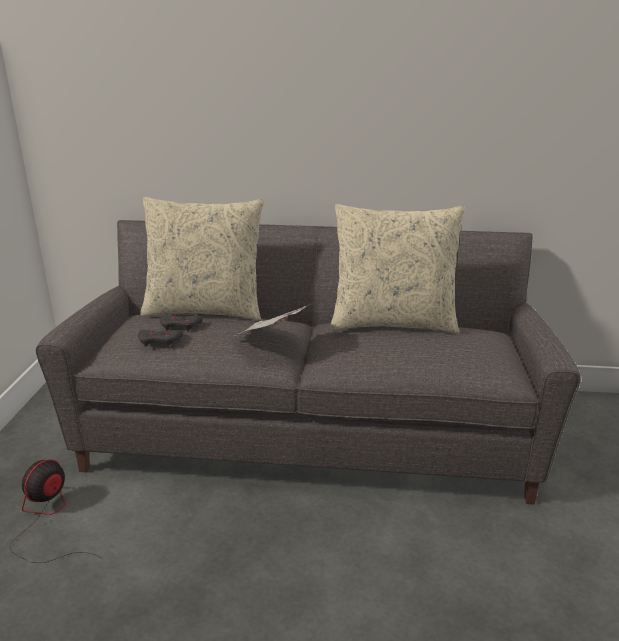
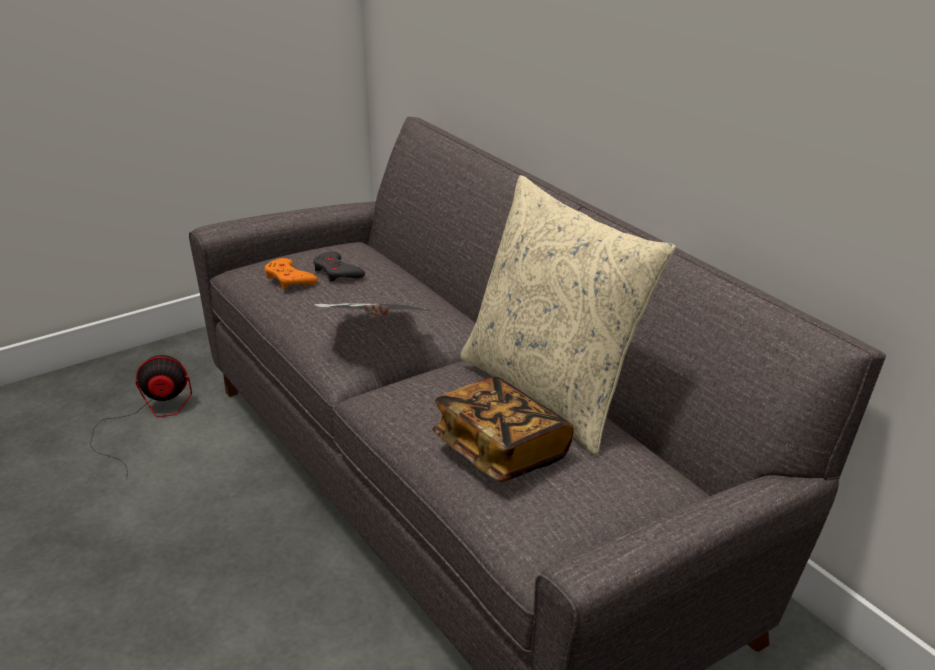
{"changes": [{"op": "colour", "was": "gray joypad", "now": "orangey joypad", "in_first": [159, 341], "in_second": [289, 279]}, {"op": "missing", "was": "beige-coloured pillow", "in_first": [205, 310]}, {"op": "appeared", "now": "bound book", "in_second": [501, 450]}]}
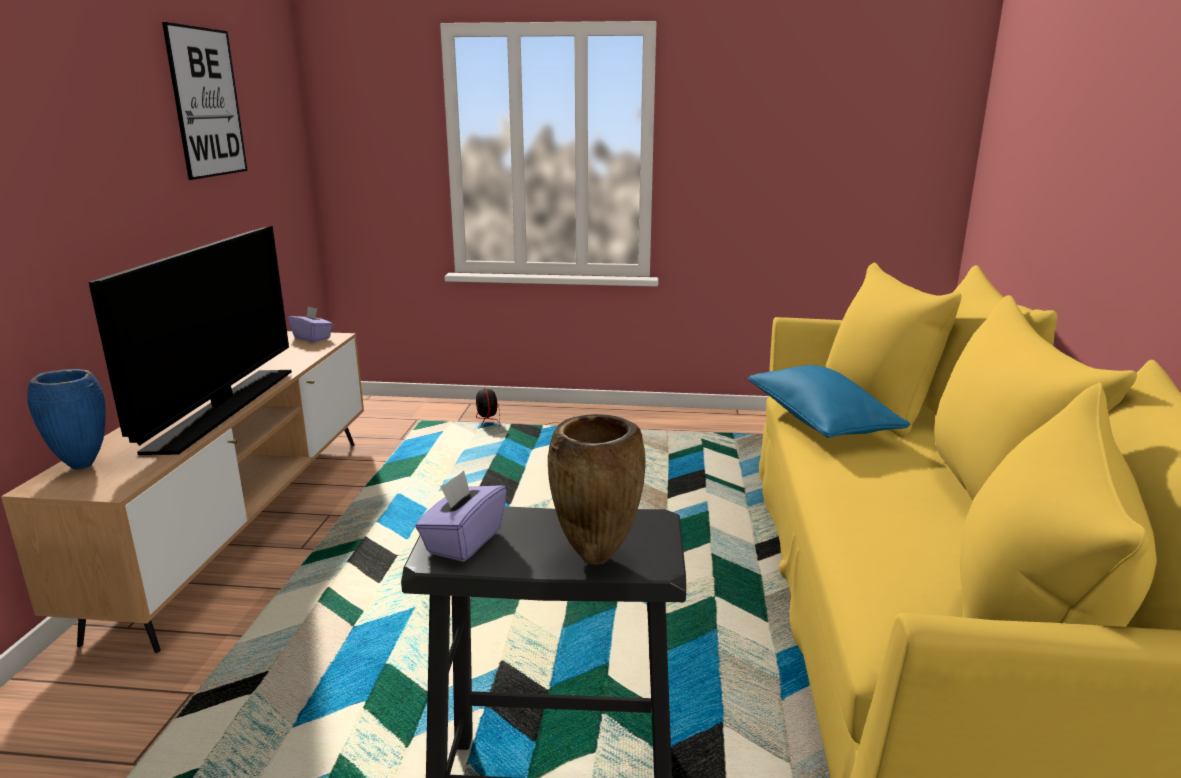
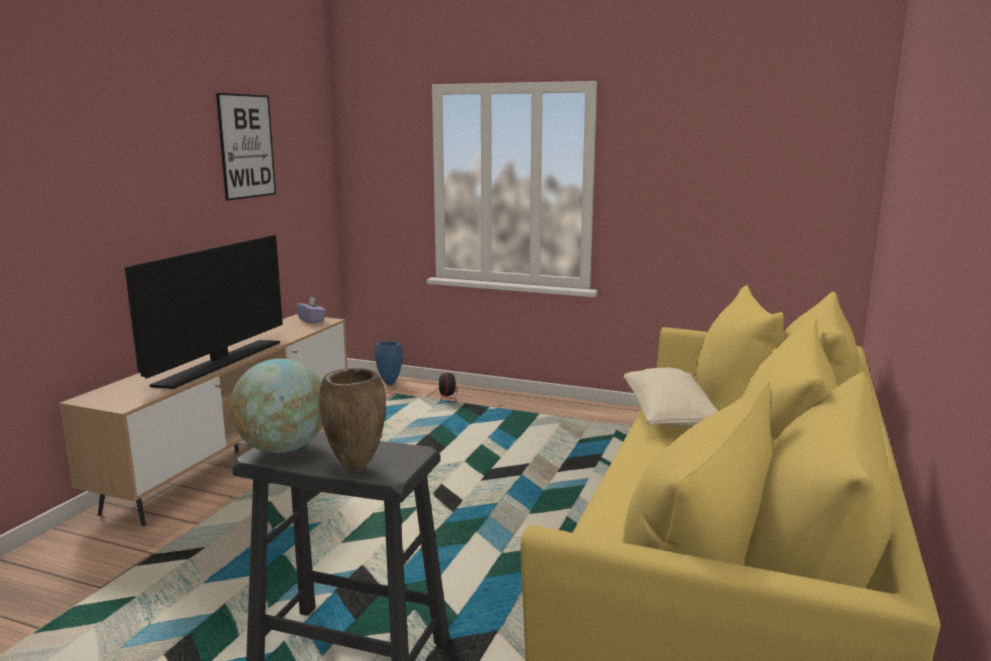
{"changes": [{"op": "relocated", "was": "bluish flower vase", "in_first": [84, 466], "in_second": [390, 383]}, {"op": "exchanged", "was": "purplish tissue holder", "now": "desk globe", "in_first": [463, 541], "in_second": [283, 449]}, {"op": "colour", "was": "bluish pillow", "now": "beige-coloured pillow", "in_first": [820, 422], "in_second": [669, 416]}]}
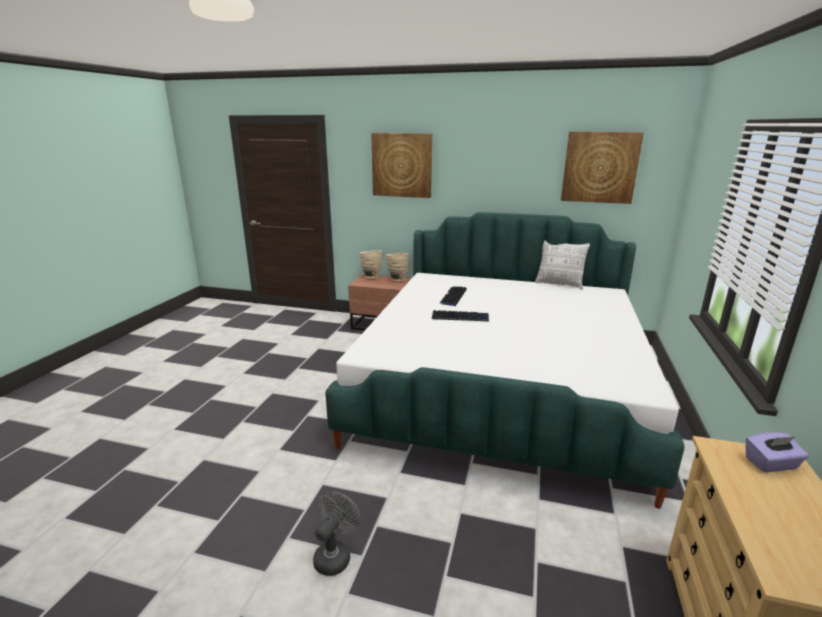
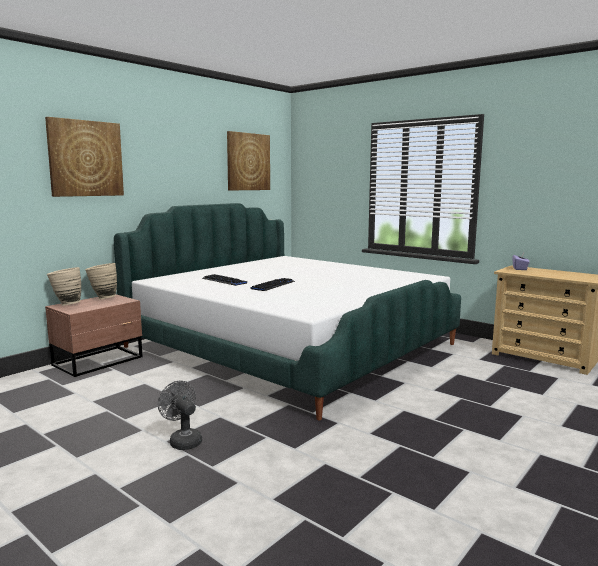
{"changes": [{"op": "relocated", "was": "gray electric fan", "in_first": [335, 555], "in_second": [183, 440]}, {"op": "missing", "was": "pillow", "in_first": [559, 284]}]}
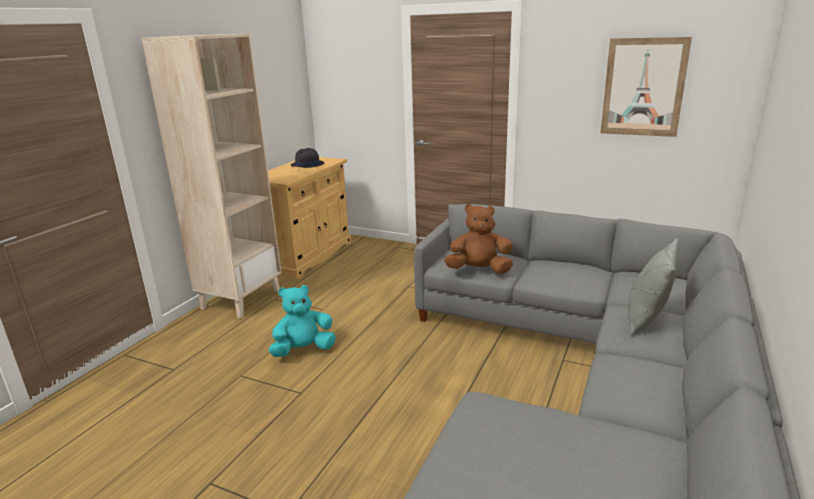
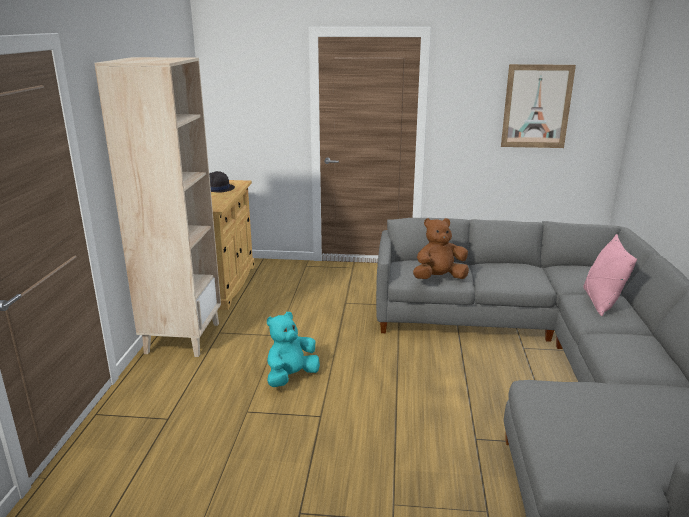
{"changes": [{"op": "colour", "was": "gray pillow", "now": "pink pillow", "in_first": [646, 319], "in_second": [600, 302]}]}
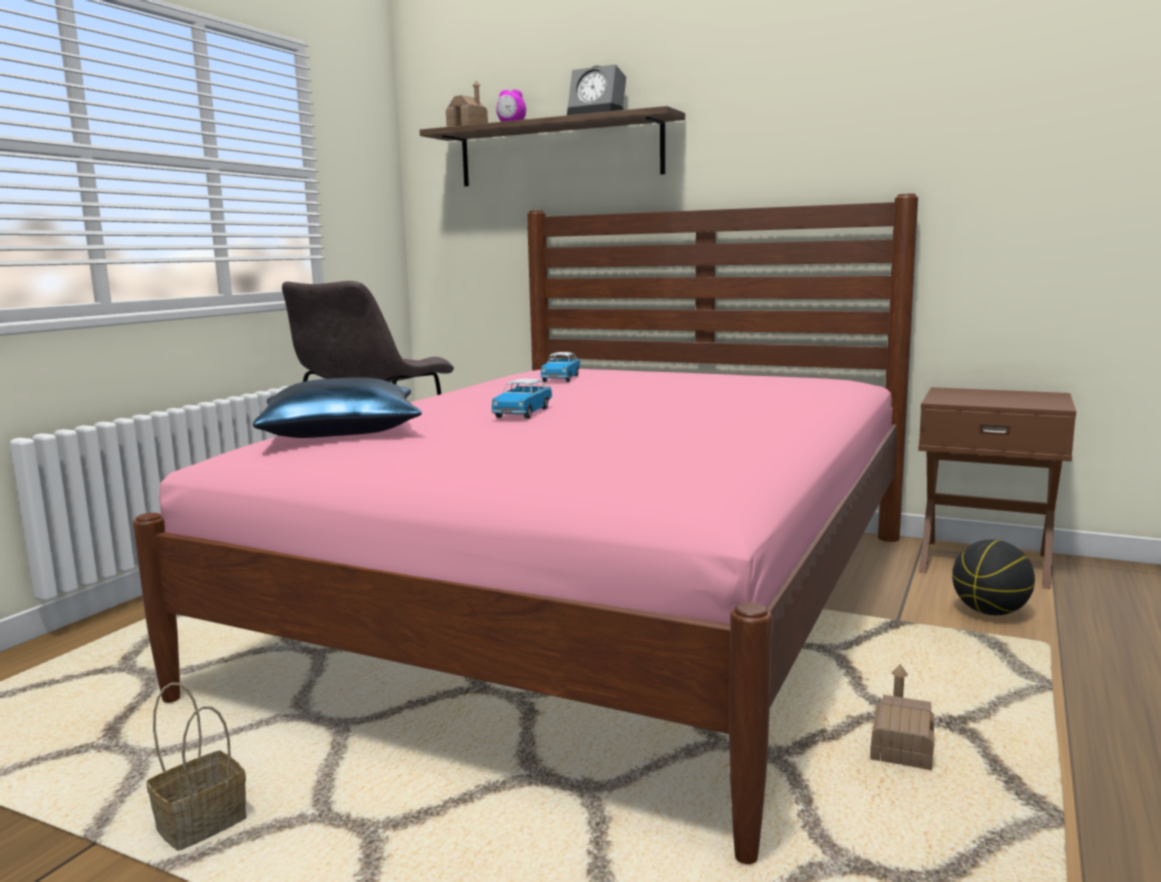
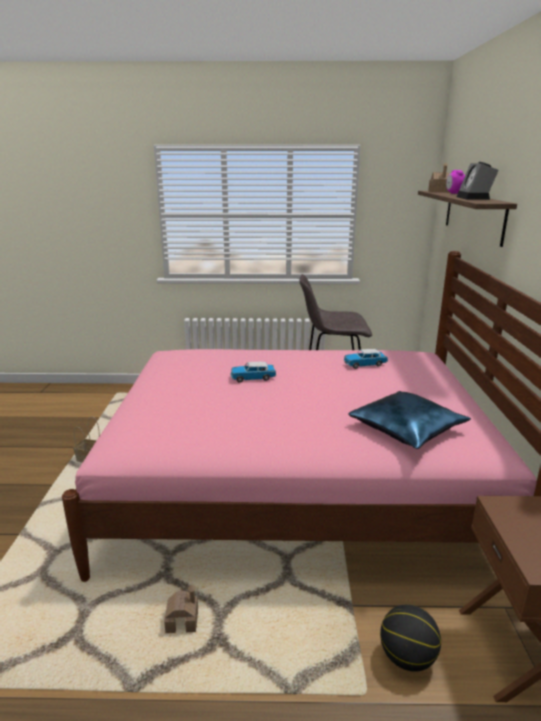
{"changes": [{"op": "relocated", "was": "bluish pillow", "in_first": [341, 430], "in_second": [407, 428]}]}
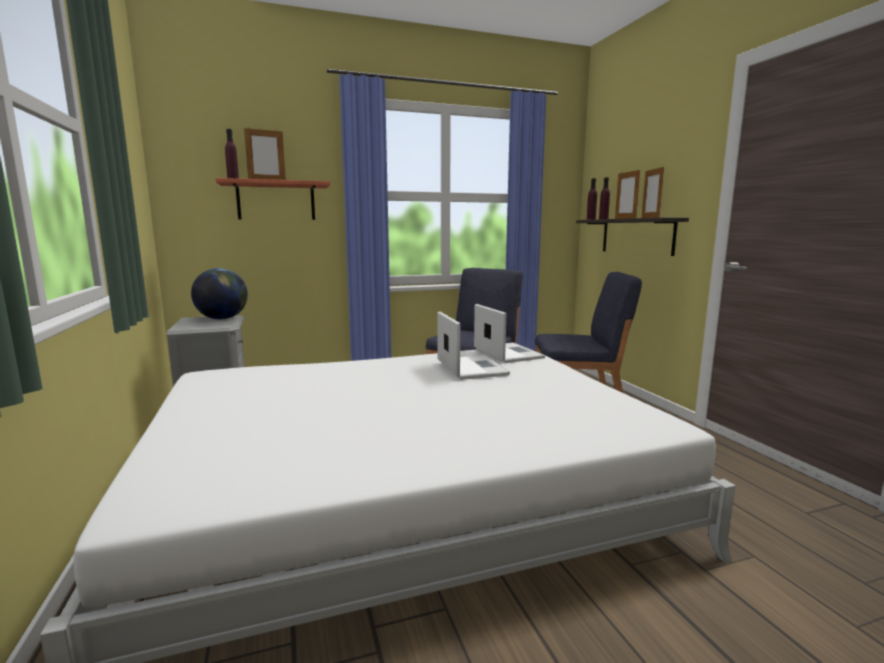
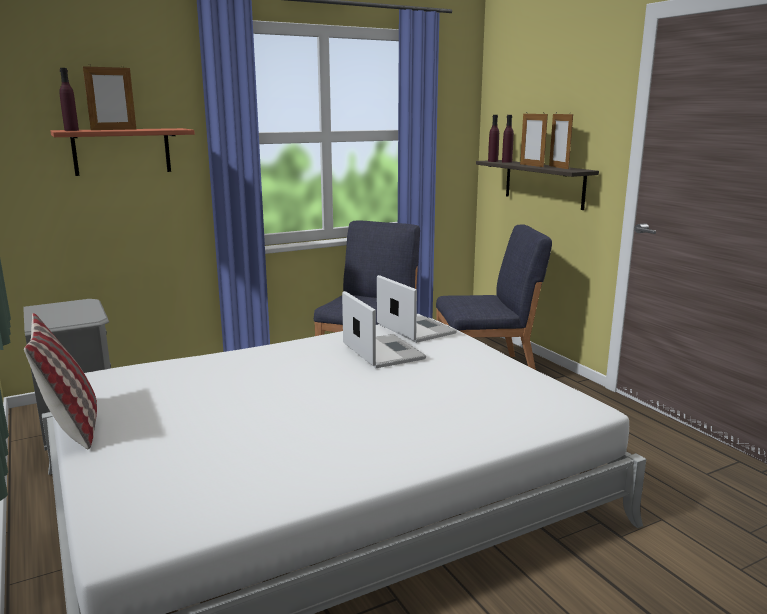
{"changes": [{"op": "missing", "was": "desk globe", "in_first": [222, 319]}, {"op": "appeared", "now": "pillow", "in_second": [71, 426]}]}
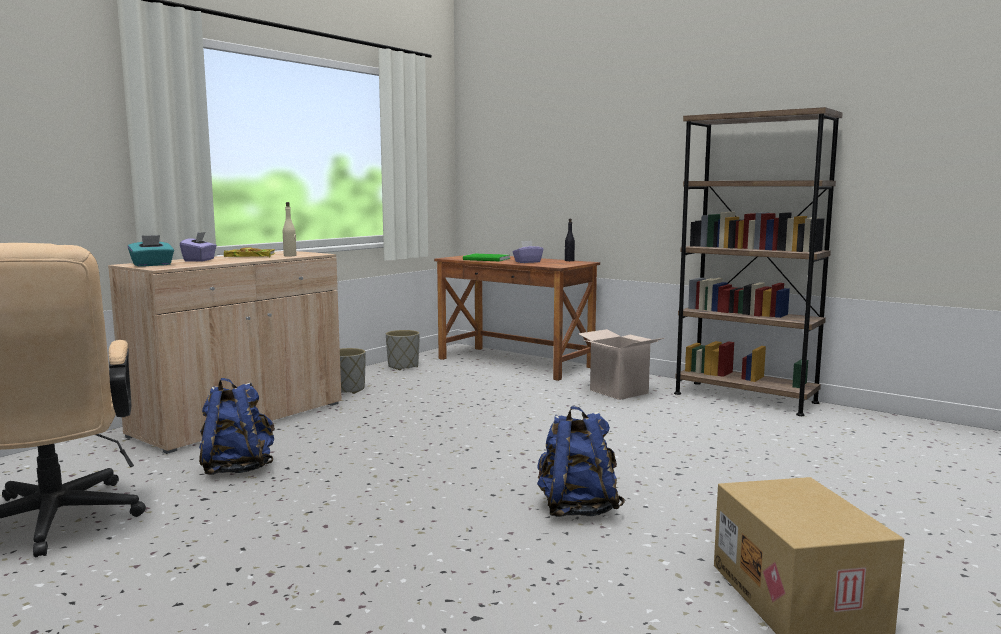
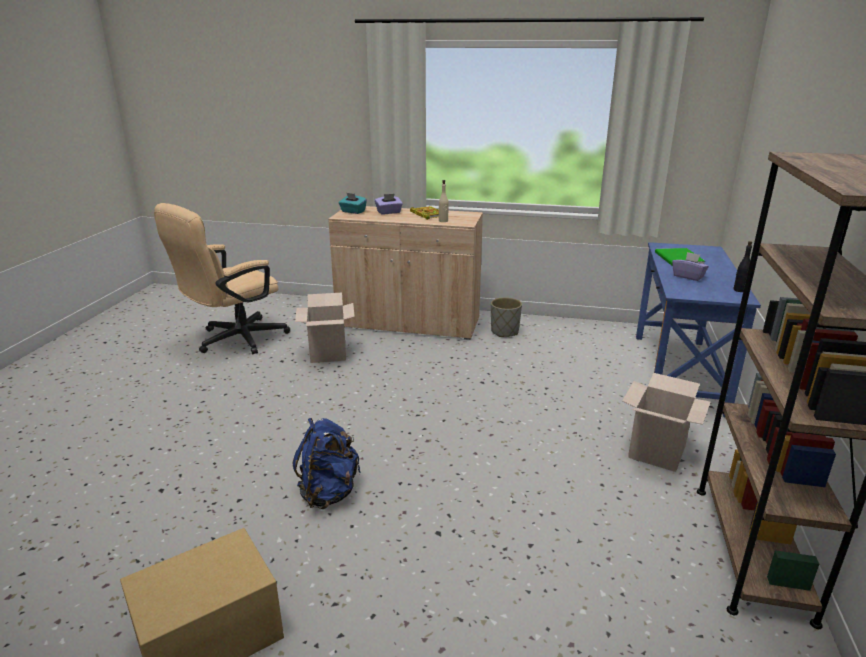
{"changes": [{"op": "exchanged", "was": "bluish backpack", "now": "cardboard box", "in_first": [238, 469], "in_second": [328, 353]}, {"op": "missing", "was": "gray planter", "in_first": [403, 366]}, {"op": "colour", "was": "brown-coloured desk", "now": "bluish desk", "in_first": [515, 363], "in_second": [678, 373]}]}
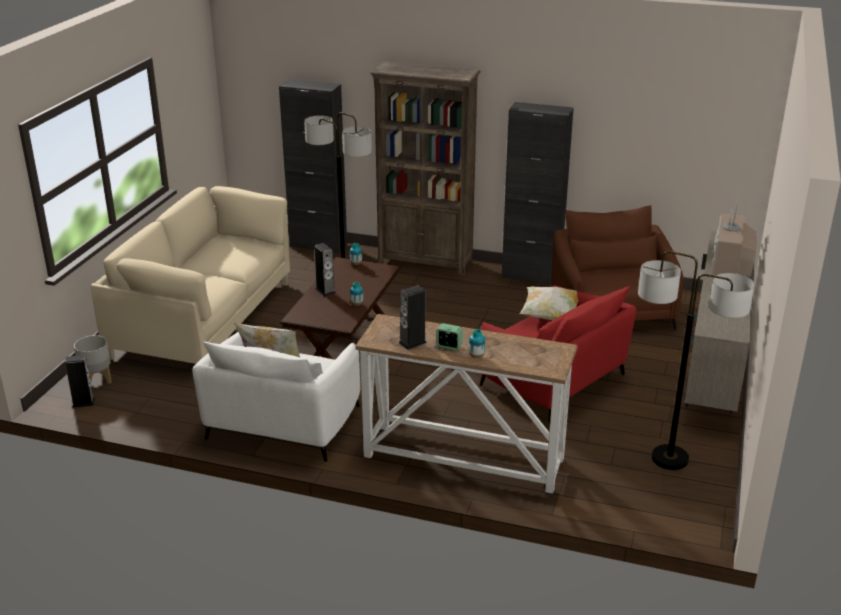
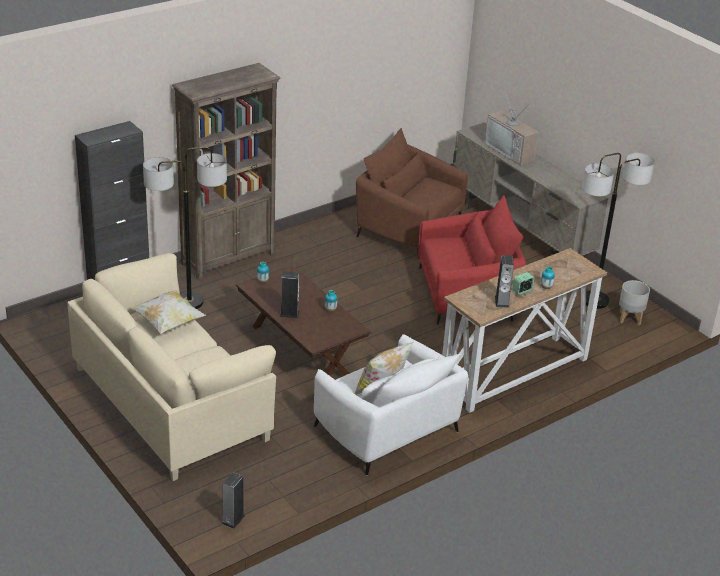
{"changes": [{"op": "relocated", "was": "gray planter", "in_first": [97, 380], "in_second": [629, 318]}, {"op": "missing", "was": "blackish cabinet", "in_first": [531, 276]}, {"op": "relocated", "was": "pillow", "in_first": [550, 316], "in_second": [168, 323]}]}
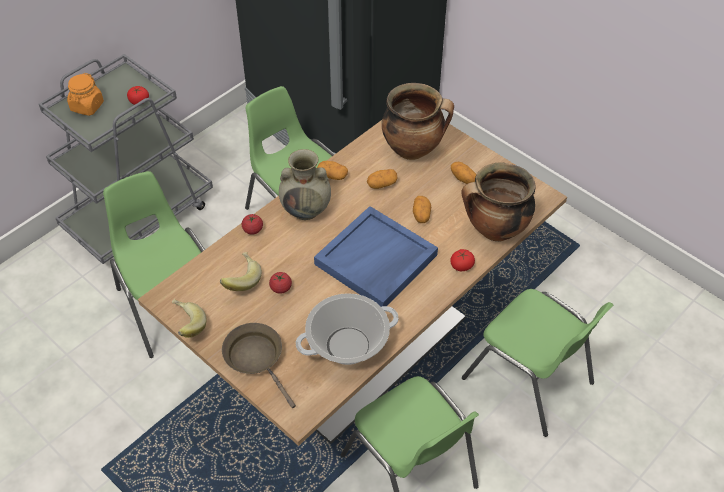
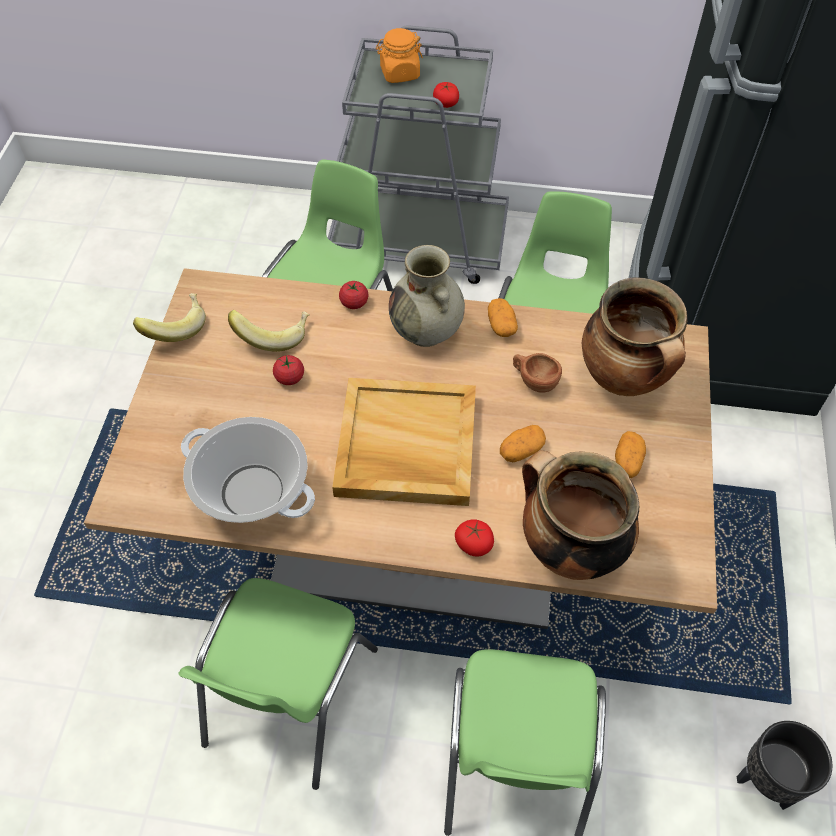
{"changes": [{"op": "missing", "was": "brown-coloured pan", "in_first": [256, 358]}, {"op": "colour", "was": "bluish serving tray", "now": "beige-coloured serving tray", "in_first": [376, 261], "in_second": [405, 445]}, {"op": "exchanged", "was": "whole potato", "now": "brown-coloured small cup", "in_first": [382, 184], "in_second": [533, 381]}, {"op": "appeared", "now": "blackish planter", "in_second": [766, 780]}]}
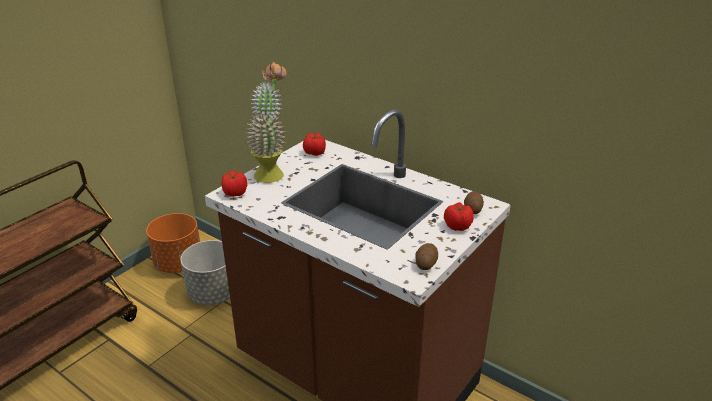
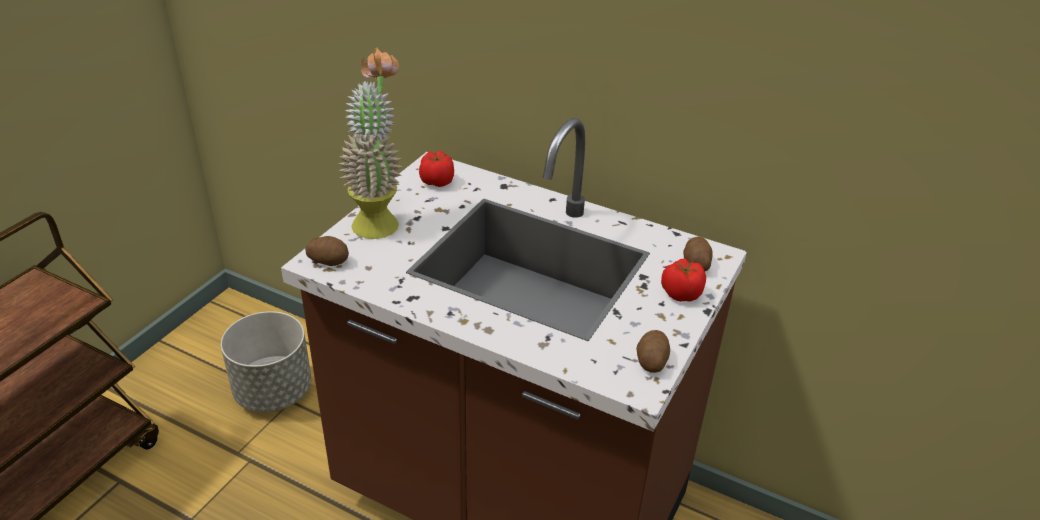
{"changes": [{"op": "missing", "was": "orangey planter", "in_first": [178, 264]}, {"op": "exchanged", "was": "tomato", "now": "whole potato", "in_first": [235, 193], "in_second": [329, 260]}]}
